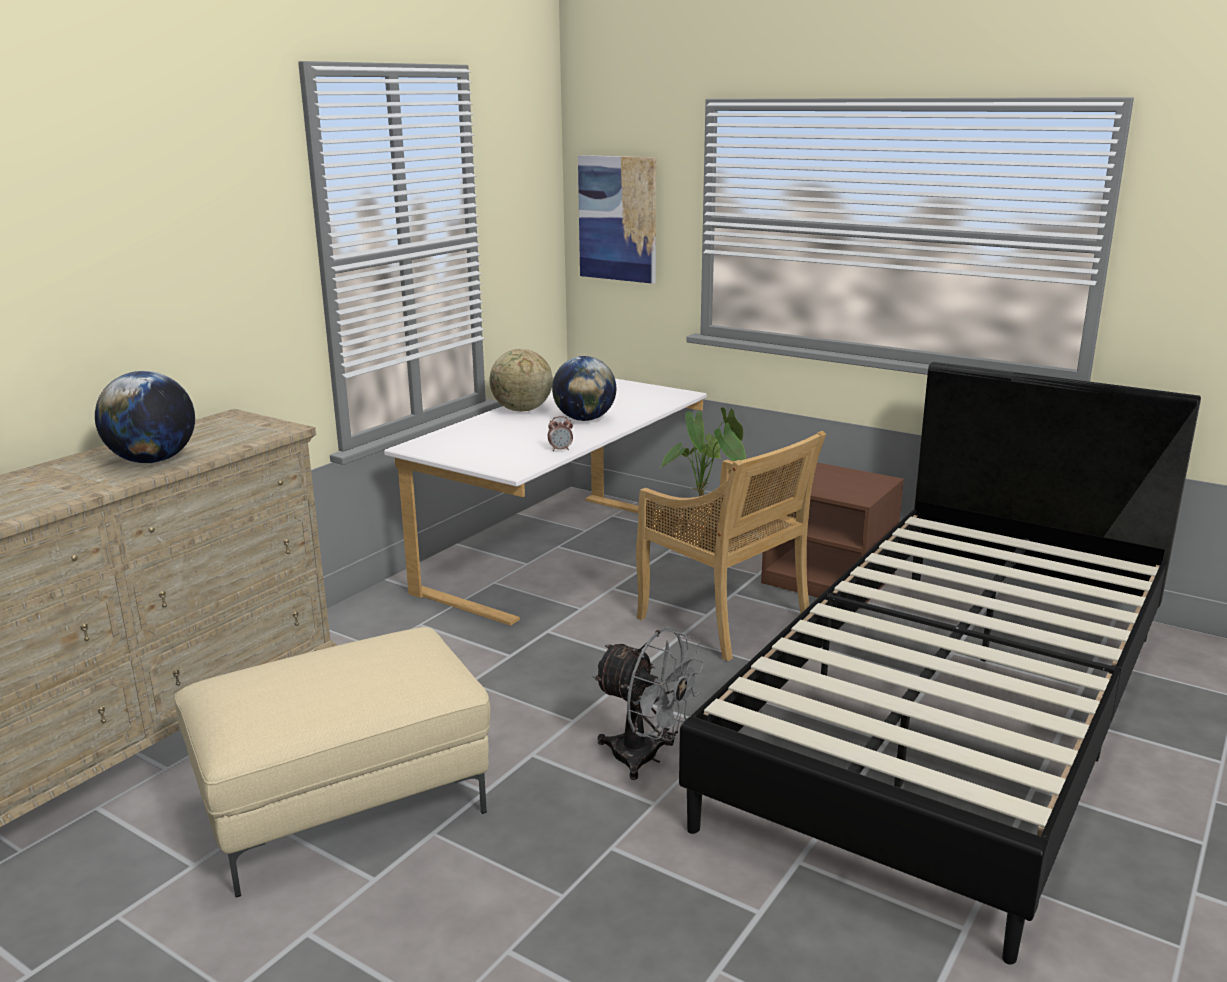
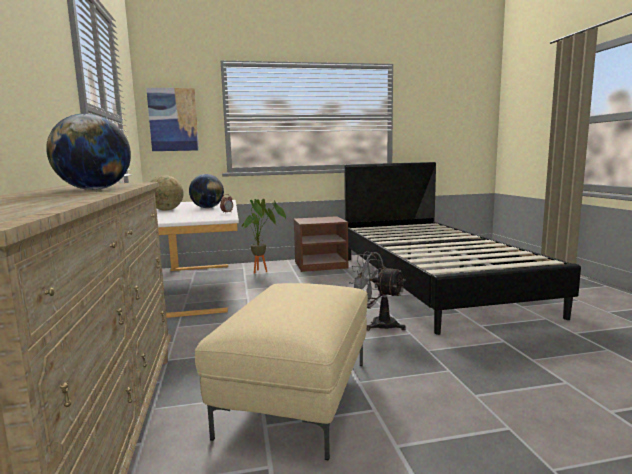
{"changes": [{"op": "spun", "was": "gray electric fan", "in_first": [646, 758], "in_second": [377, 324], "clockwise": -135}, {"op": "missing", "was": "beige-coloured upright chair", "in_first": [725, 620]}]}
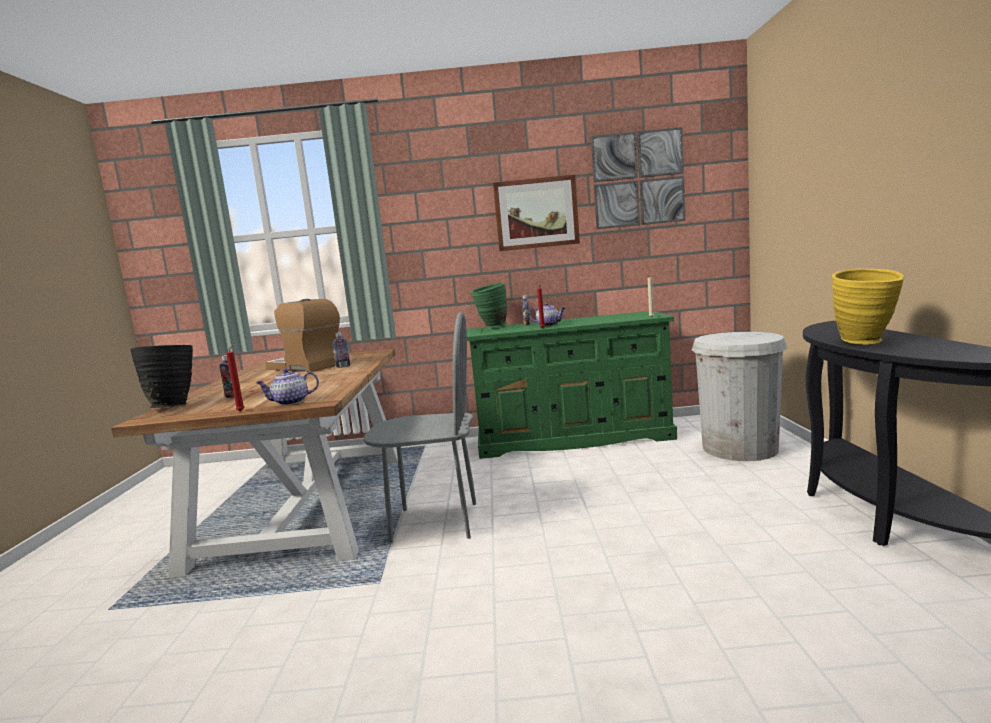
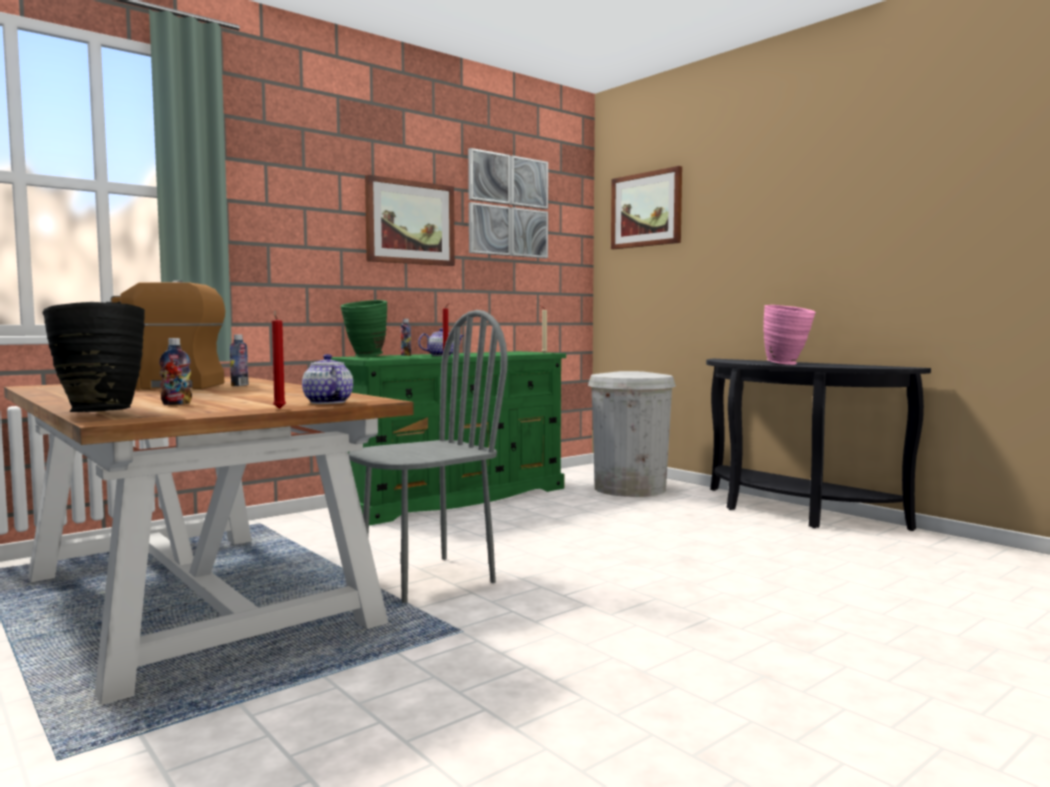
{"changes": [{"op": "spun", "was": "pot for tea", "in_first": [290, 402], "in_second": [327, 402], "clockwise": 120}, {"op": "colour", "was": "yellow-coloured flower vase", "now": "pink flower vase", "in_first": [866, 343], "in_second": [788, 364]}, {"op": "appeared", "now": "wall art", "in_second": [646, 209]}]}
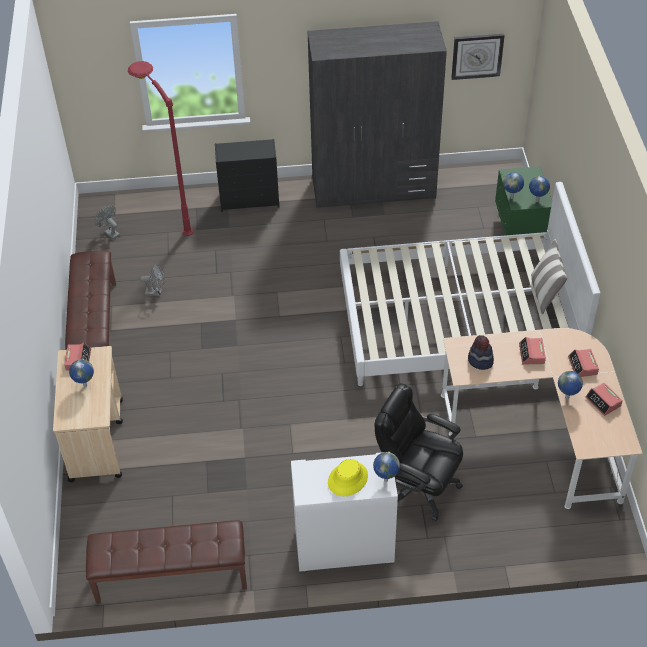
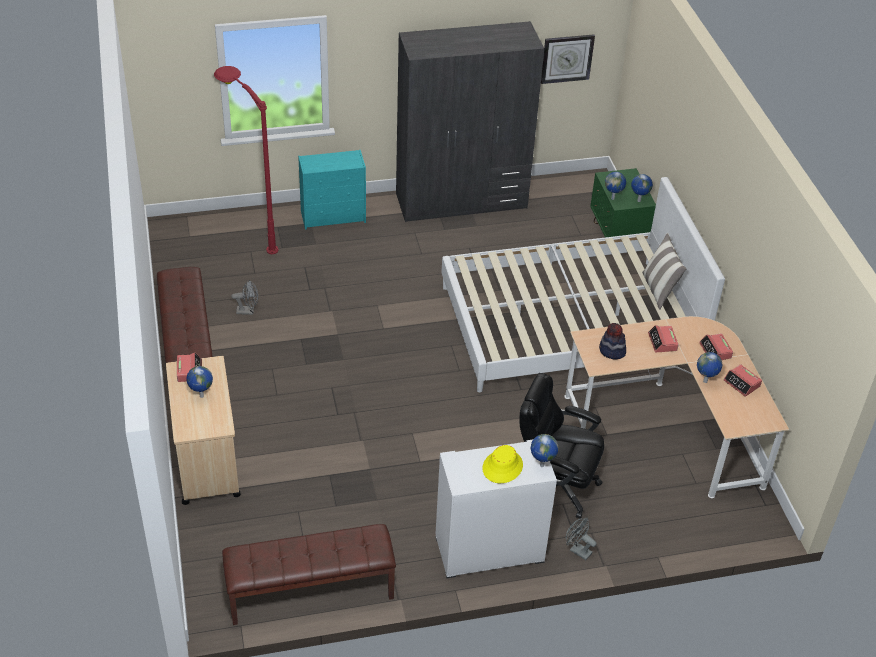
{"changes": [{"op": "relocated", "was": "gray electric fan", "in_first": [110, 232], "in_second": [577, 550]}, {"op": "colour", "was": "blackish drawer chest", "now": "blue-green drawer chest", "in_first": [250, 200], "in_second": [334, 217]}]}
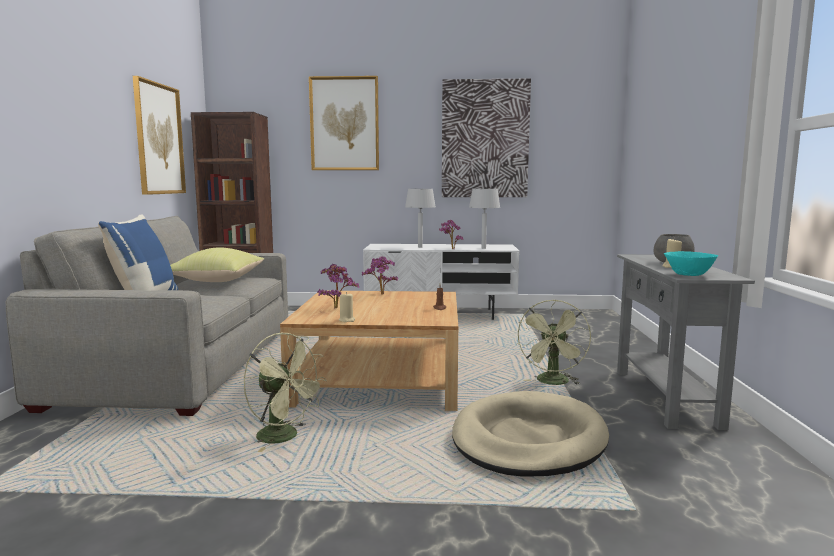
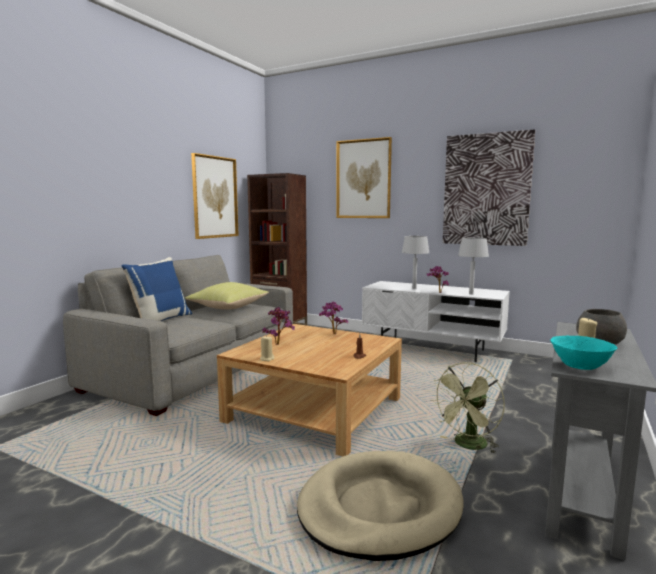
{"changes": [{"op": "missing", "was": "green electric fan", "in_first": [285, 437]}]}
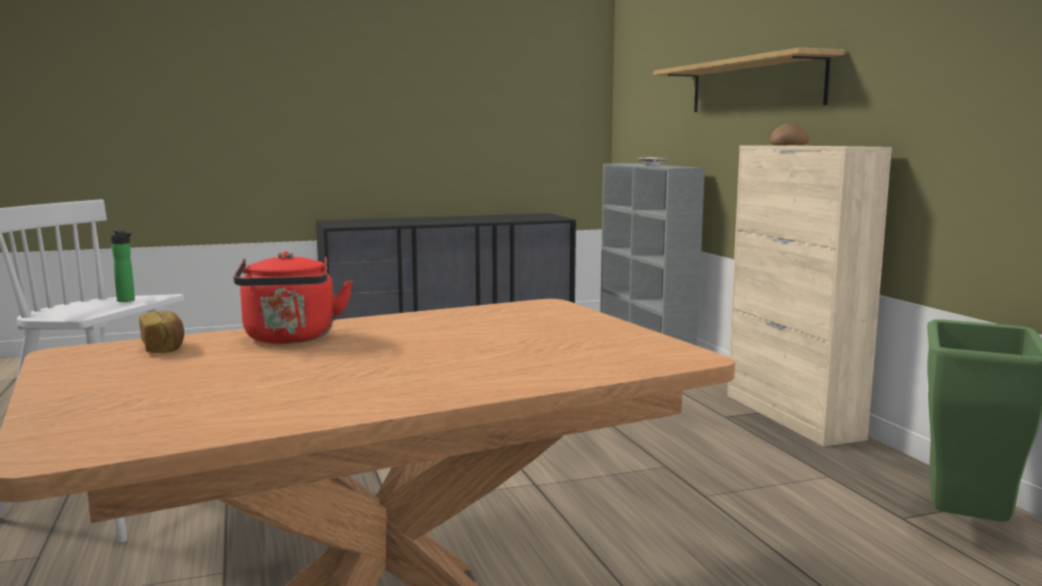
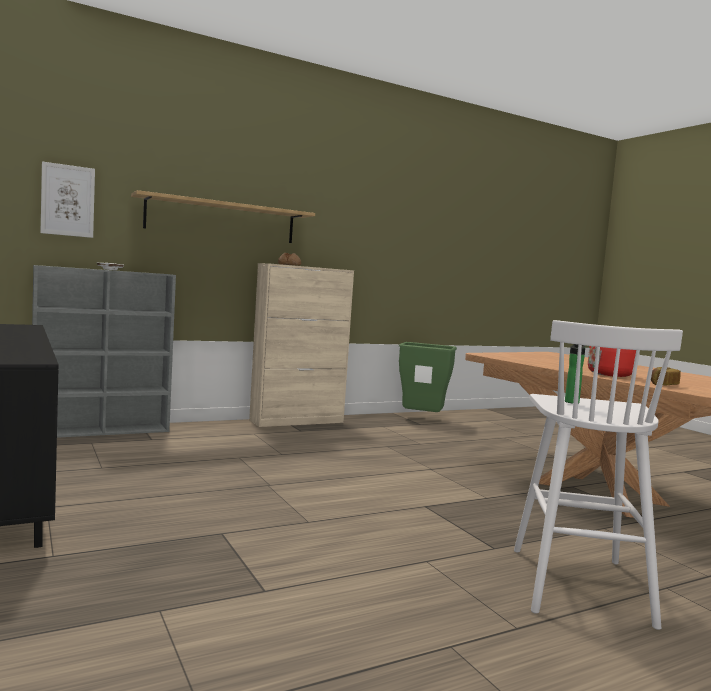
{"changes": [{"op": "appeared", "now": "wall art", "in_second": [68, 200]}]}
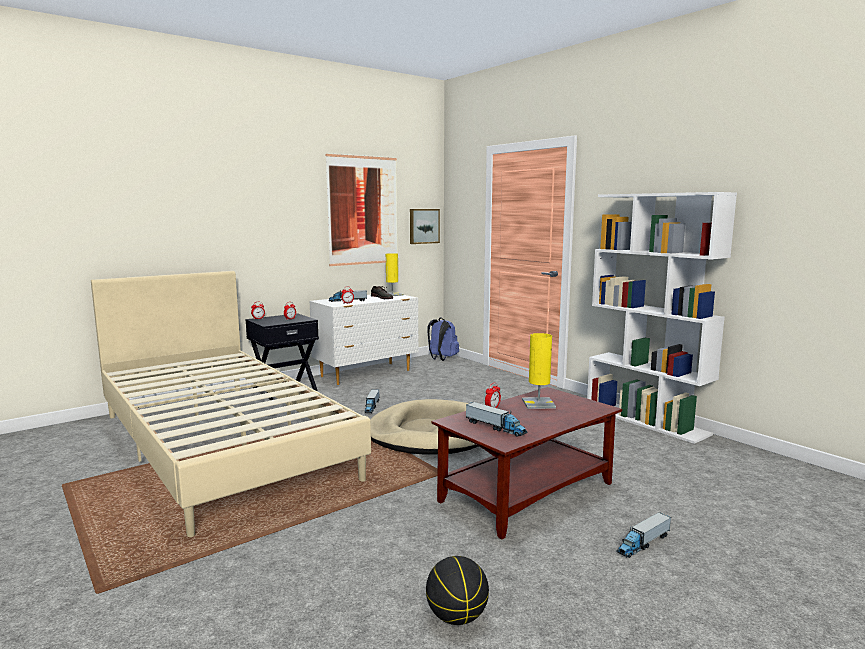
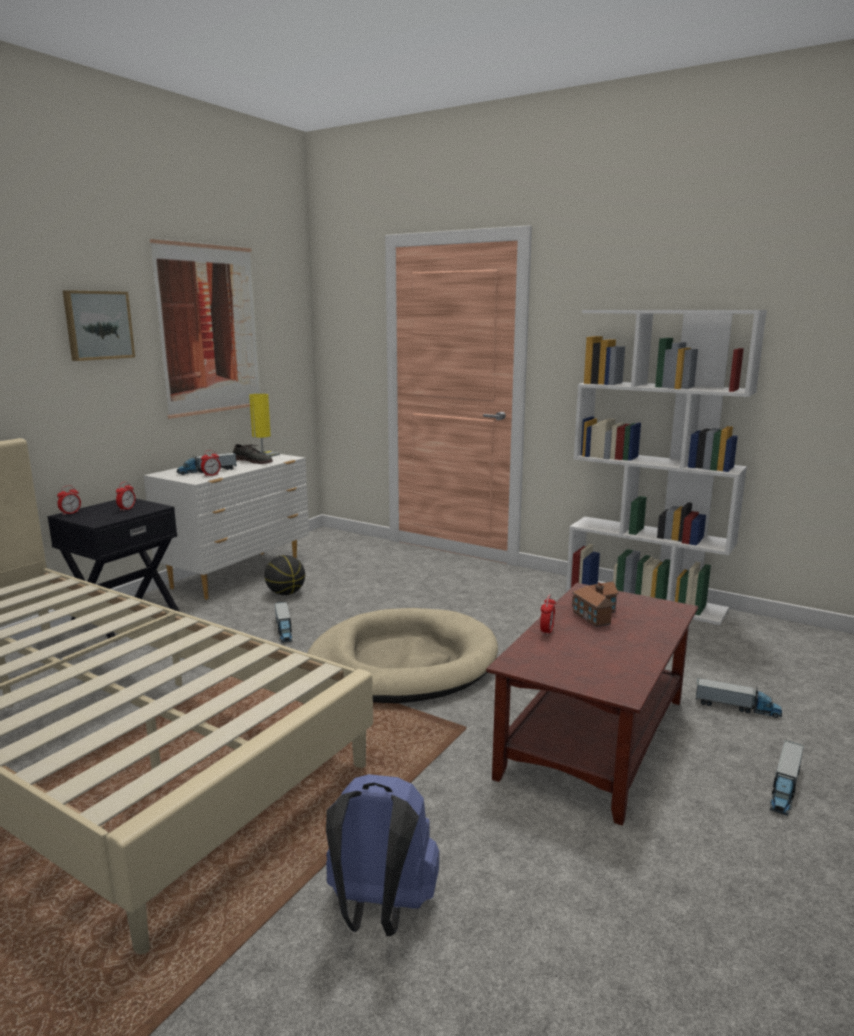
{"changes": [{"op": "relocated", "was": "wall art", "in_first": [423, 226], "in_second": [98, 325]}, {"op": "relocated", "was": "basketball", "in_first": [456, 617], "in_second": [285, 593]}, {"op": "relocated", "was": "bluish backpack", "in_first": [441, 359], "in_second": [379, 910]}, {"op": "relocated", "was": "model truck", "in_first": [495, 427], "in_second": [737, 707]}, {"op": "exchanged", "was": "yellow-coloured lamp for a table", "now": "miniature house", "in_first": [538, 404], "in_second": [595, 613]}]}
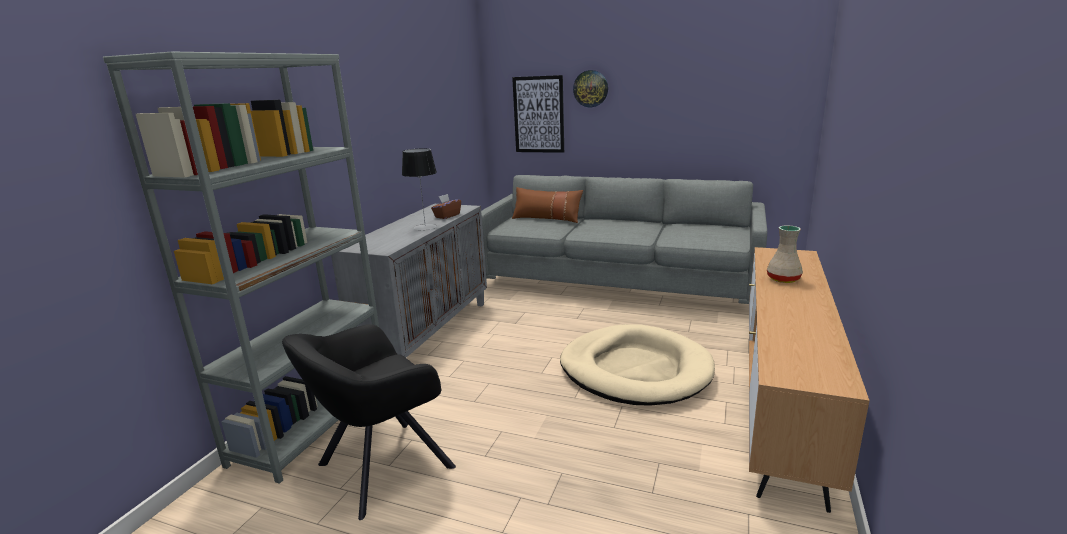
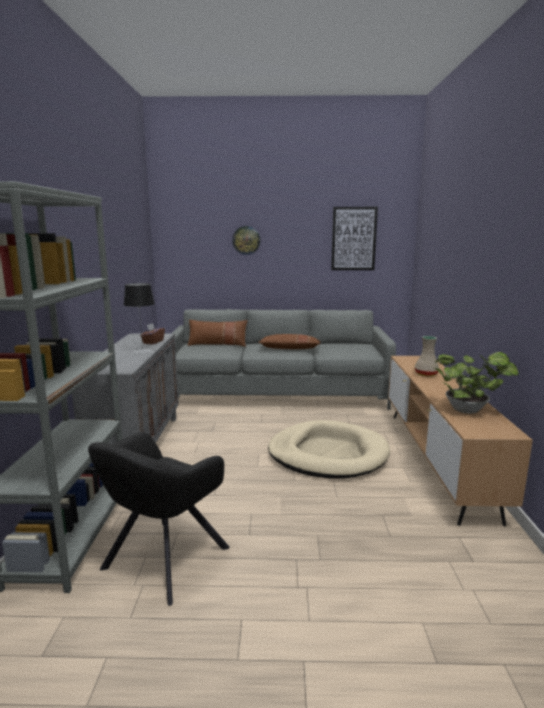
{"changes": [{"op": "relocated", "was": "wall art", "in_first": [538, 114], "in_second": [353, 238]}, {"op": "appeared", "now": "brown-coloured pillow", "in_second": [289, 349]}, {"op": "appeared", "now": "potted plant", "in_second": [469, 411]}]}
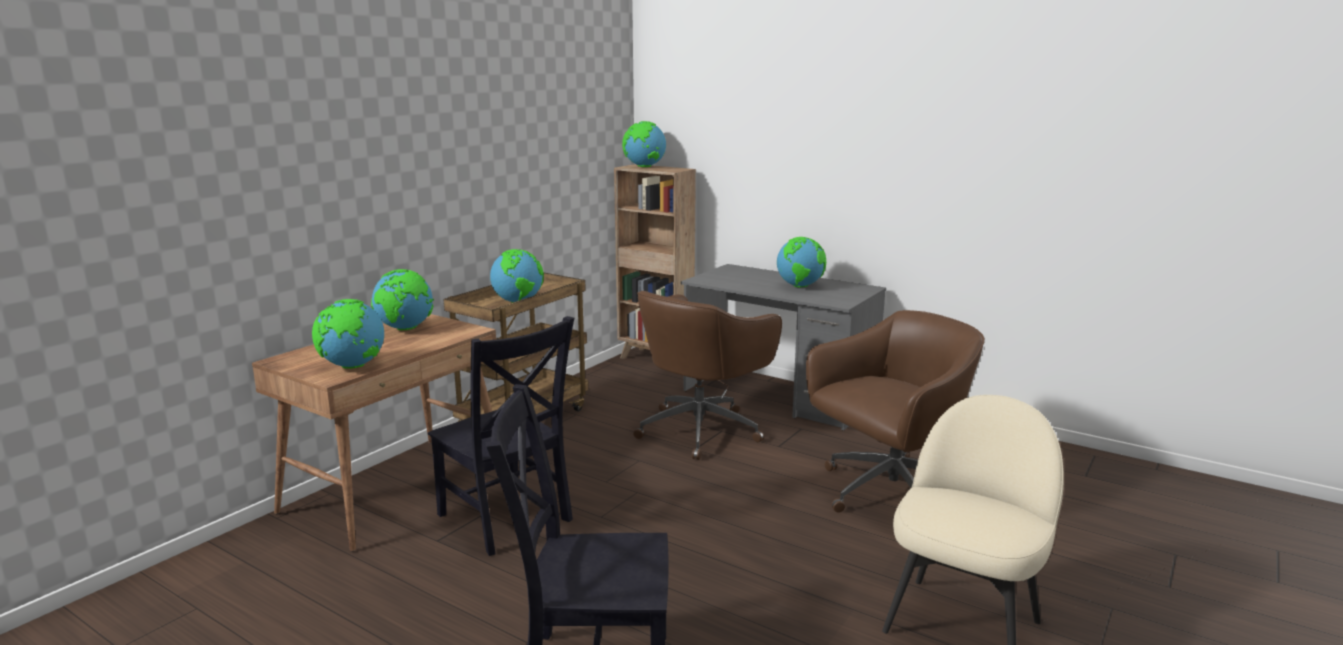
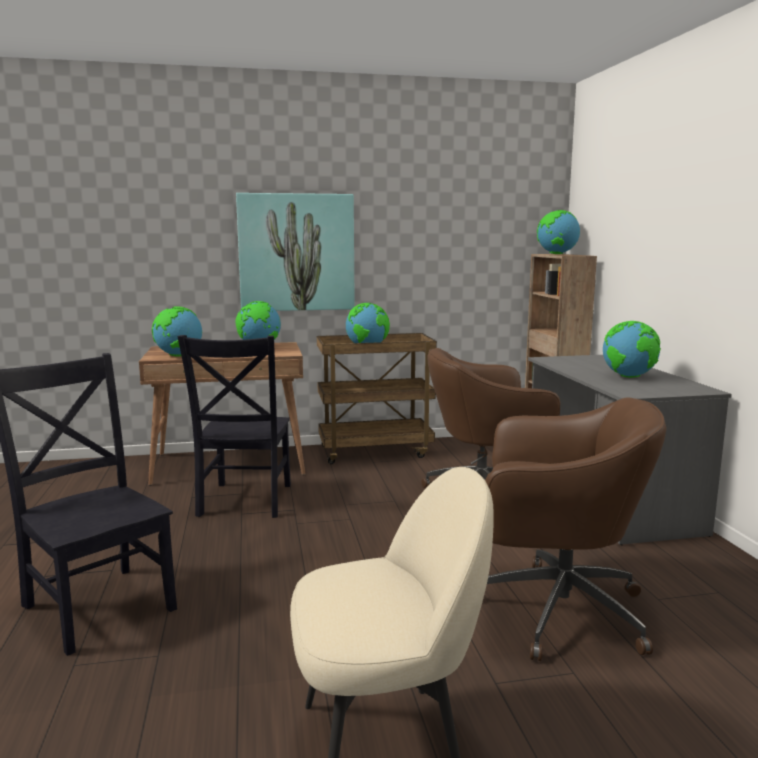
{"changes": [{"op": "appeared", "now": "wall art", "in_second": [296, 252]}]}
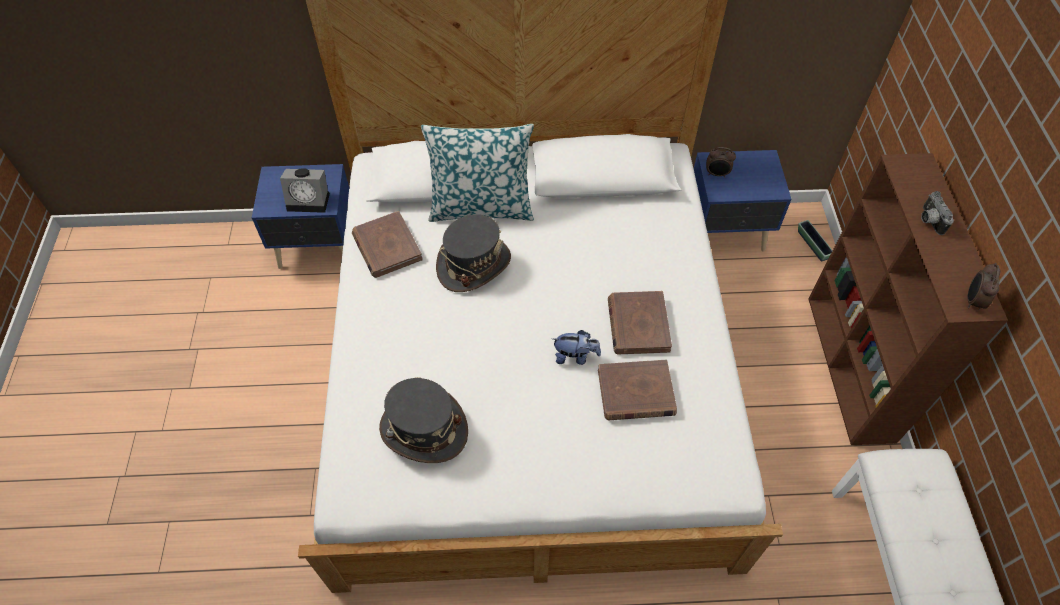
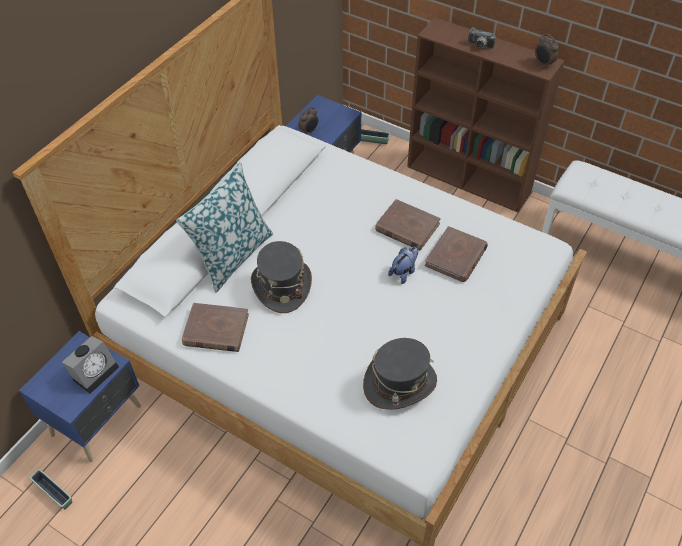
{"changes": [{"op": "appeared", "now": "planter", "in_second": [54, 492]}]}
